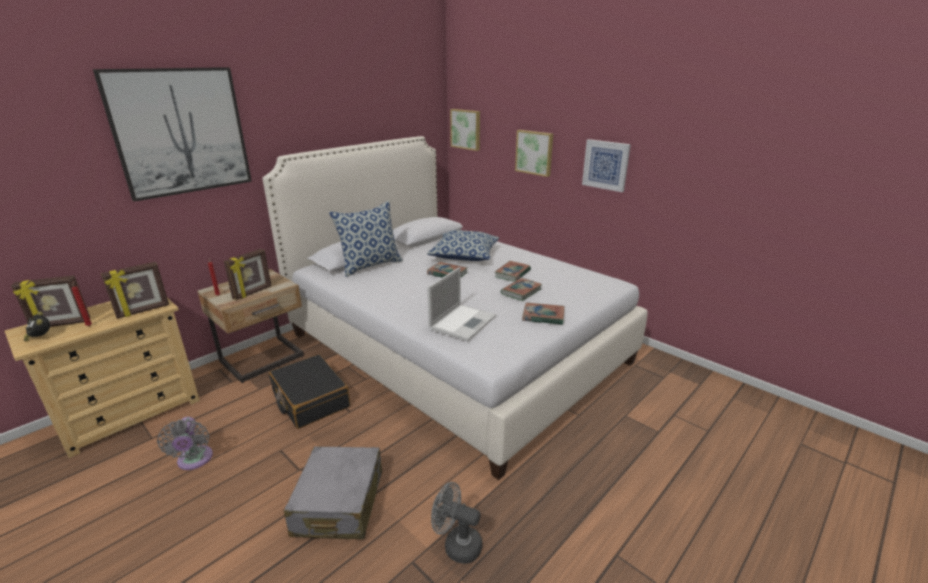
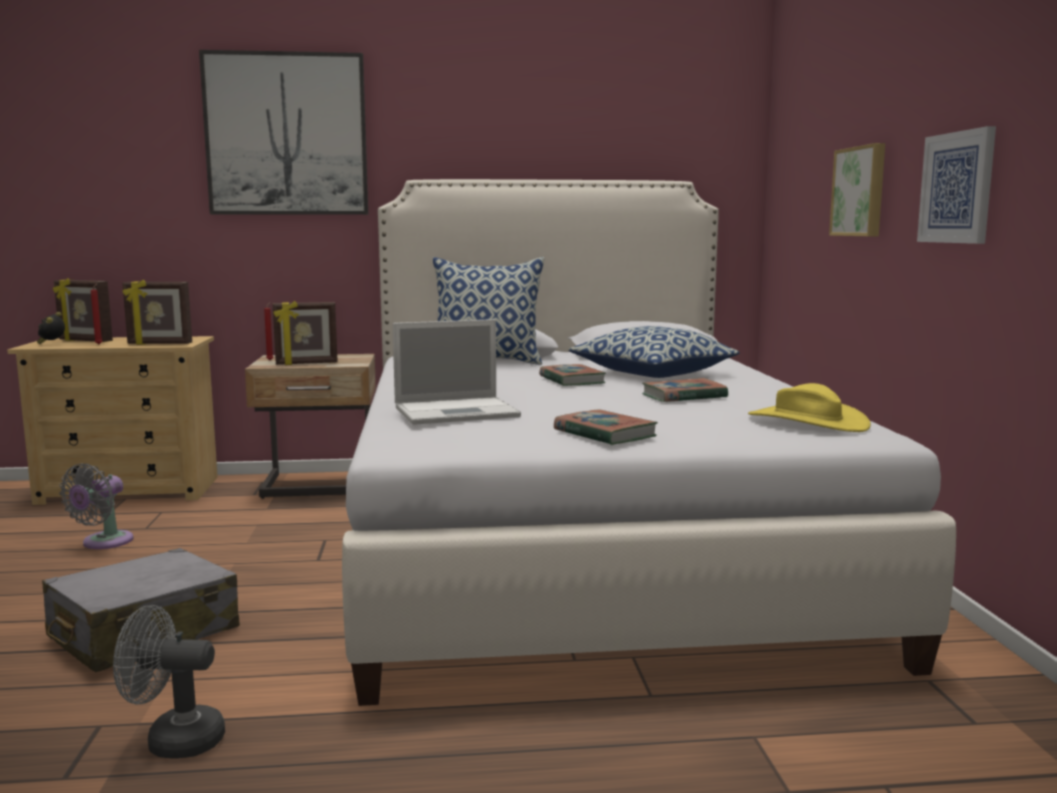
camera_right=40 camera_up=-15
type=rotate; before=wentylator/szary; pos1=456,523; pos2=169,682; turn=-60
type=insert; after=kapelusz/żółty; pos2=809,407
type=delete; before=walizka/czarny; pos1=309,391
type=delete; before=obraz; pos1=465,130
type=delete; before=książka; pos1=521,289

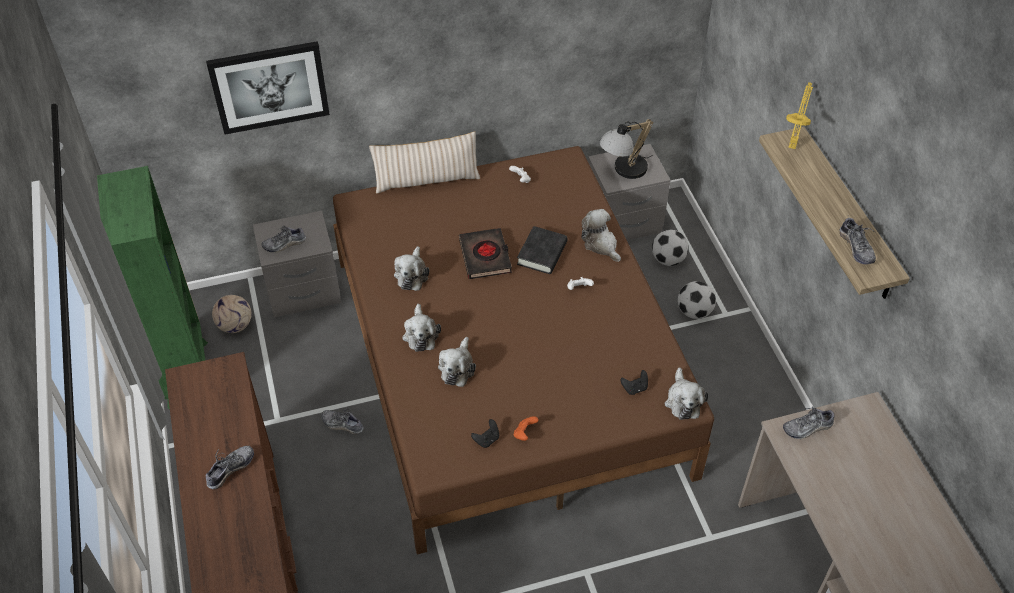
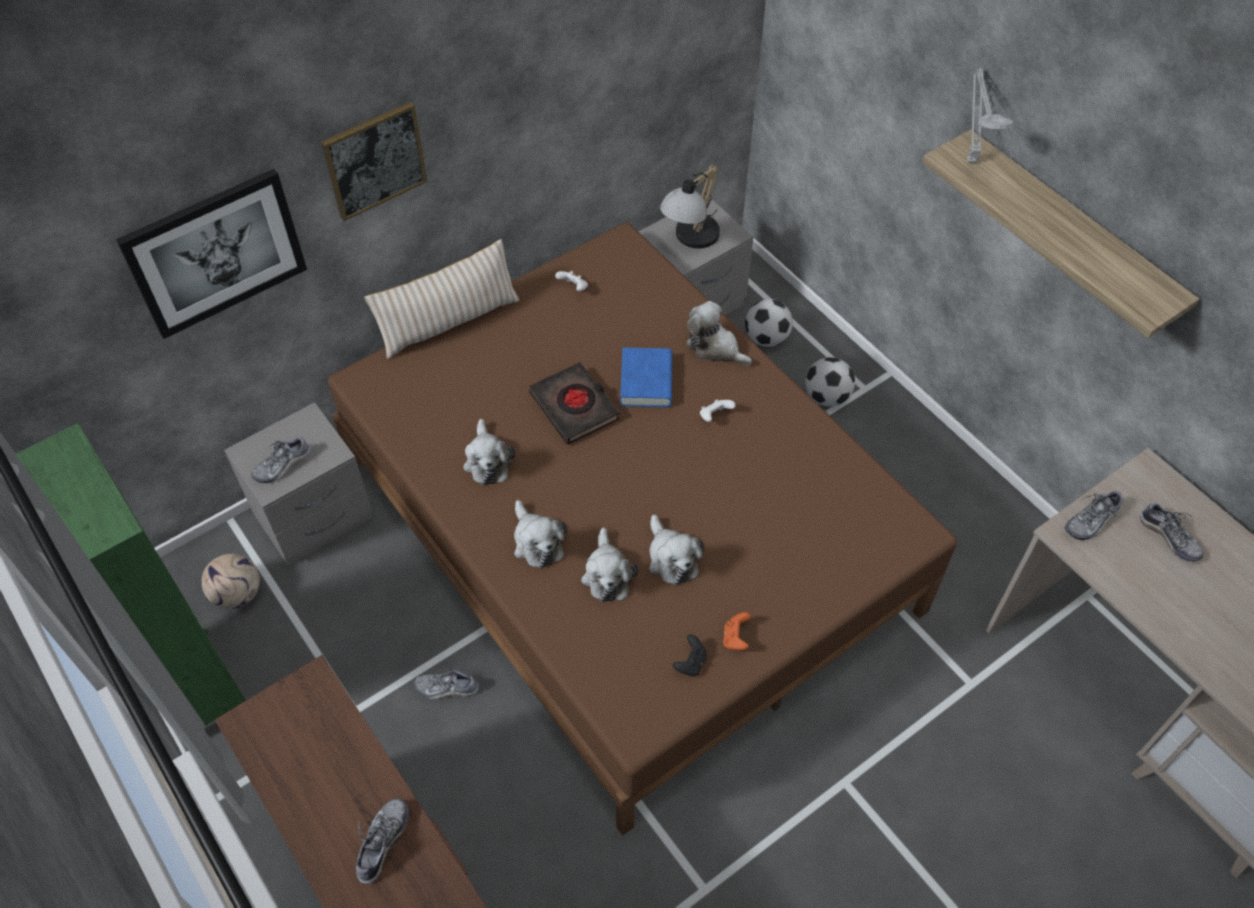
camera_right=-20 camera_up=5
type=insert; after=obraz; pos2=374,161
type=recolor; before=książka/czarny; after=książka/niebieski; pos1=542,250; pos2=646,377
type=move; before=pluszak; pos1=686,394; pos2=676,550
type=recolor; before=lampa stołowa/żółty; after=lampa stołowa/szary; pos1=799,115; pos2=990,115
type=move; before=but; pos1=857,240; pos2=1172,531
type=delete; before=pad do gier/czarny; pos1=634,382

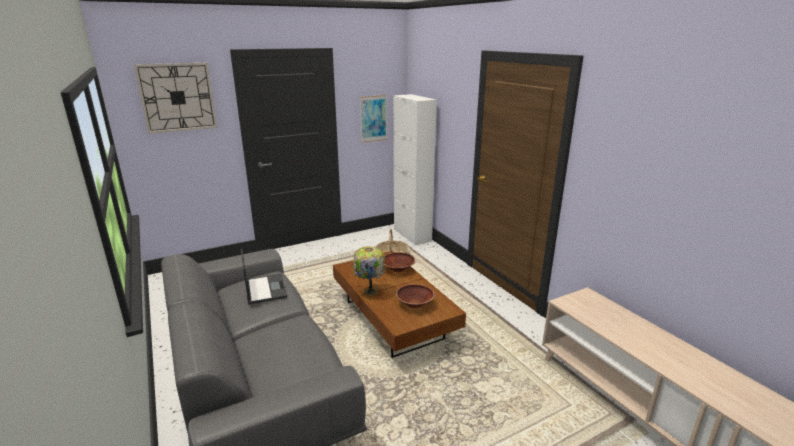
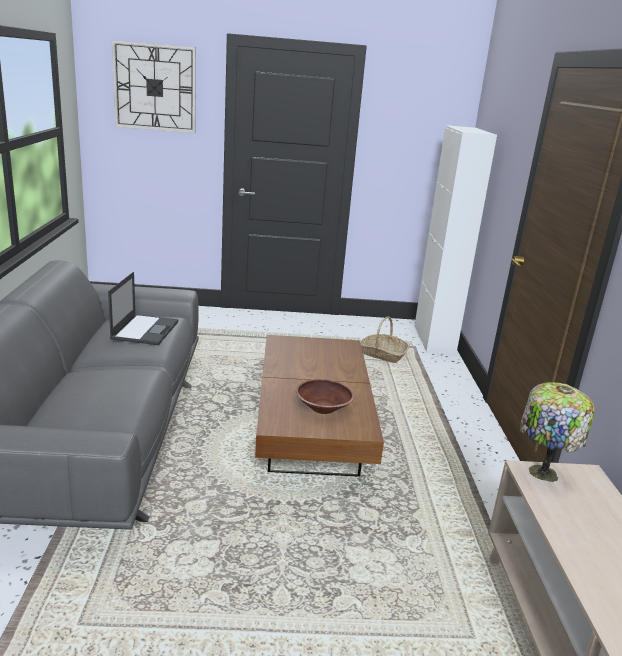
camera_right=25 camera_up=0
type=move; before=lampa stołowa; pos1=369,270; pos2=557,432
type=delete; before=obraz; pos1=373,119
type=delete; before=miska/brązowy; pos1=400,262

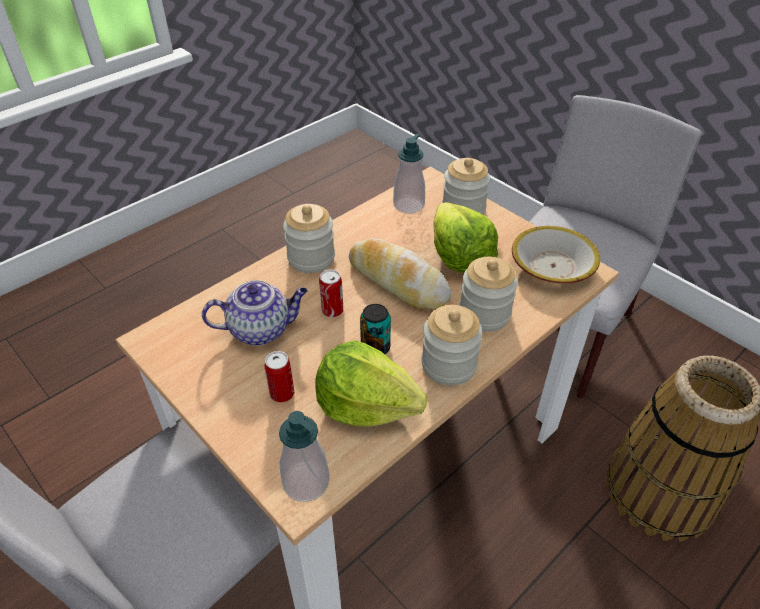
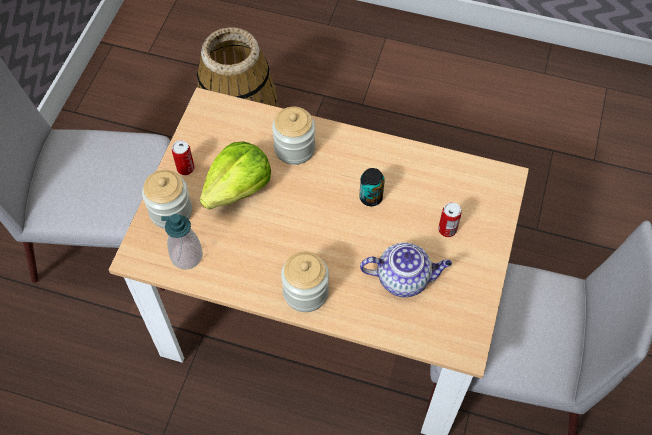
camera_right=-120 camera_up=15
type=move; before=puszka; pos1=331,293; pos2=183,157
type=rotate; before=imbryk; pos1=255,313; pos2=406,269; turn=135
type=delete; before=dozownik mydła; pos1=304,456
type=delete; before=sałata; pos1=371,383
type=delete; before=chleb; pos1=400,274
type=delete; before=słoik; pos1=451,345
type=delete; before=miska; pos1=556,255

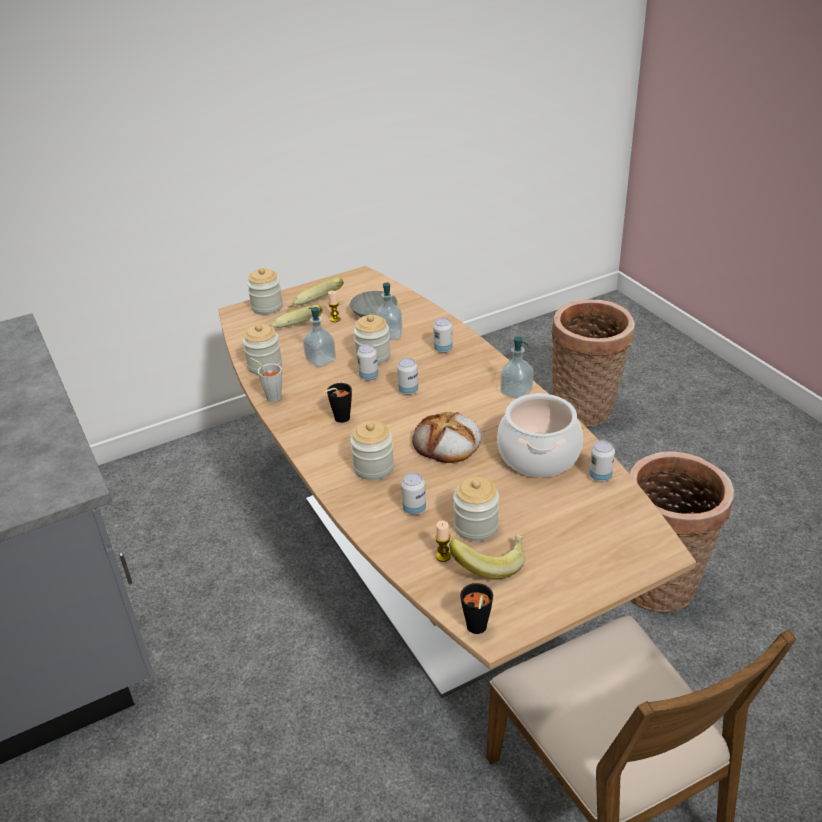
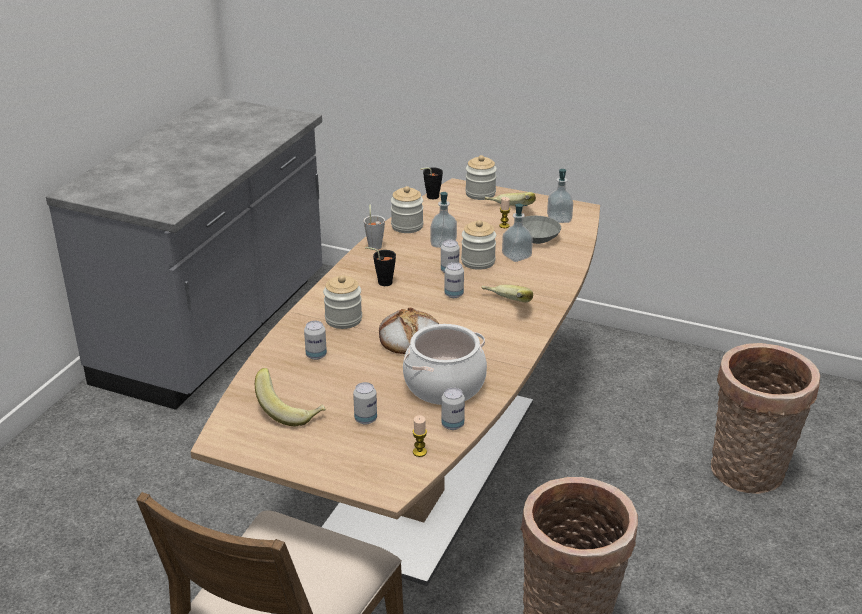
camera_right=50 camera_up=-5
type=move; before=puszka; pos1=443,335; pos2=365,403
type=move; before=świeca; pos1=443,541; pos2=419,436
type=move; before=filiżanka/czarny; pos1=476,608; pos2=431,183
type=move; before=banan; pos1=296,316; pos2=507,294
type=move; before=dozownik mydła; pos1=517,368; pos2=560,196
type=delete; before=słoik; pos1=476,509

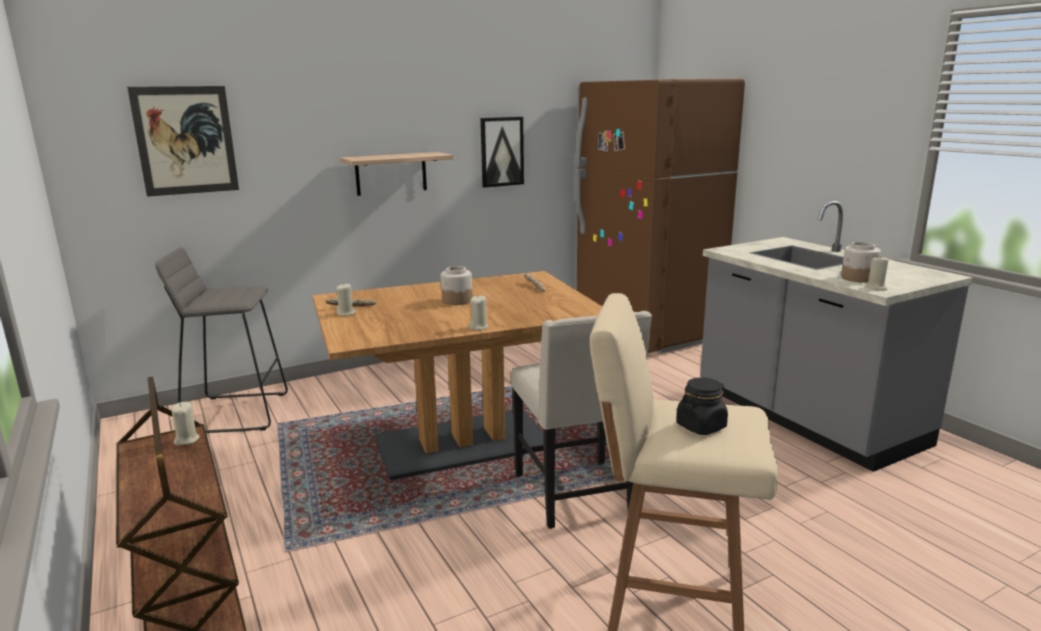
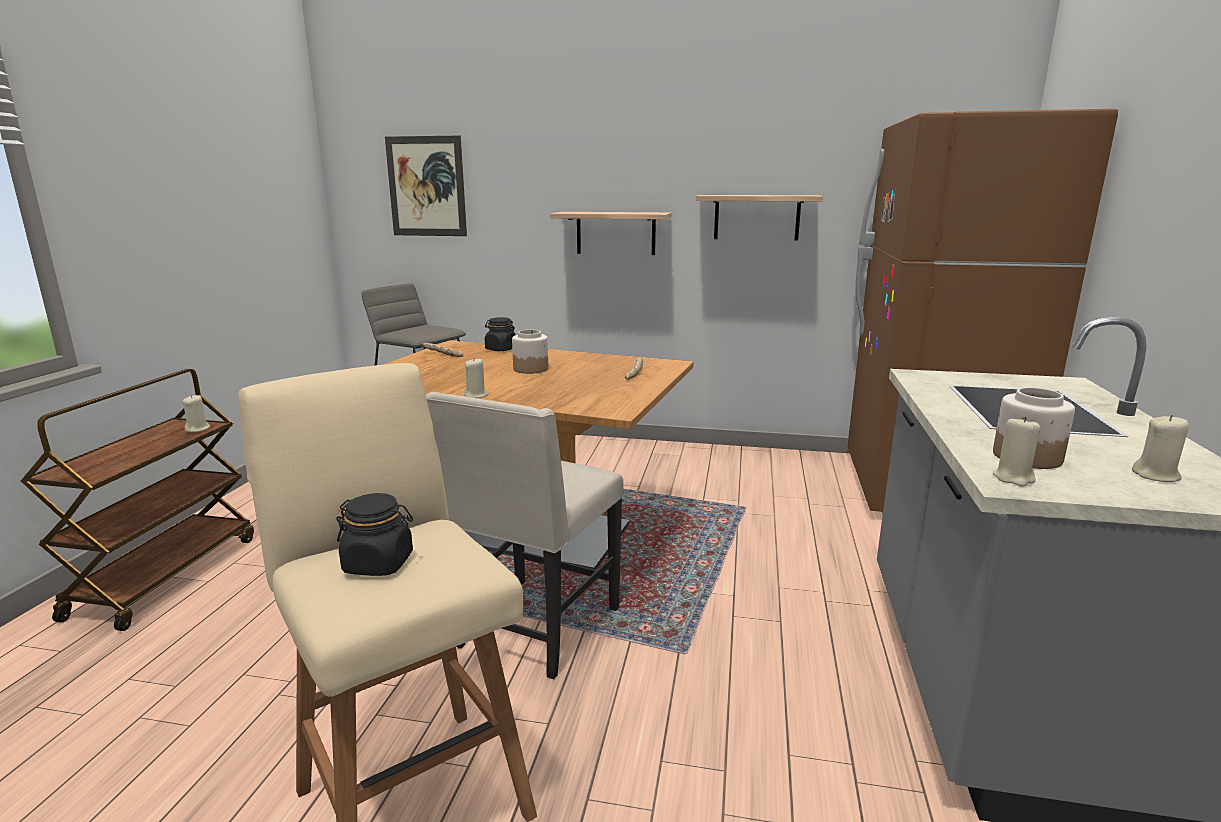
camera_right=40 camera_up=0
type=insert; after=słoik/czarny; pos2=500,334
type=replace; before=obraz; after=półka; pos1=502,152; pos2=759,217
type=move; before=świeca/beżowy; pos1=346,299; pos2=1160,448

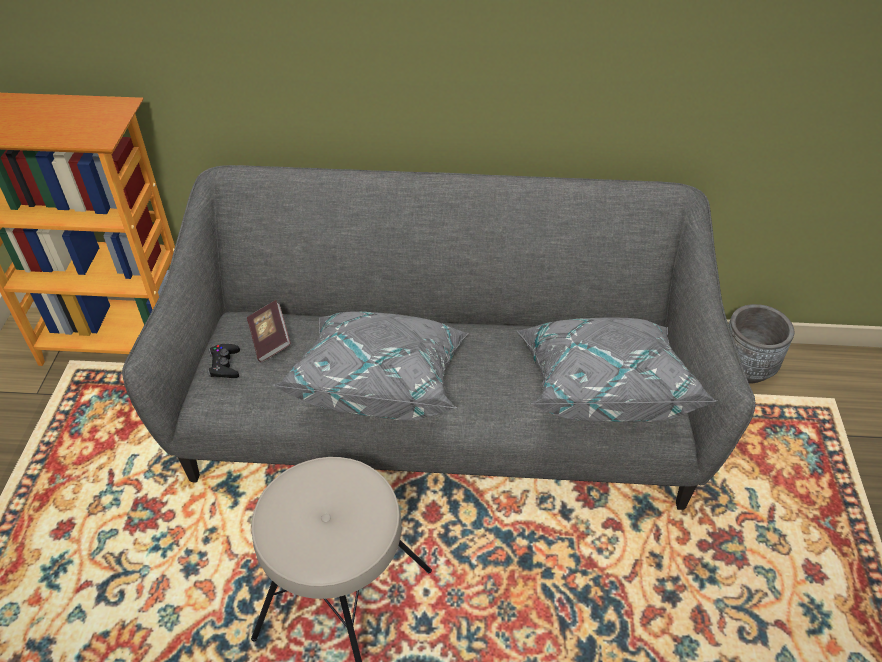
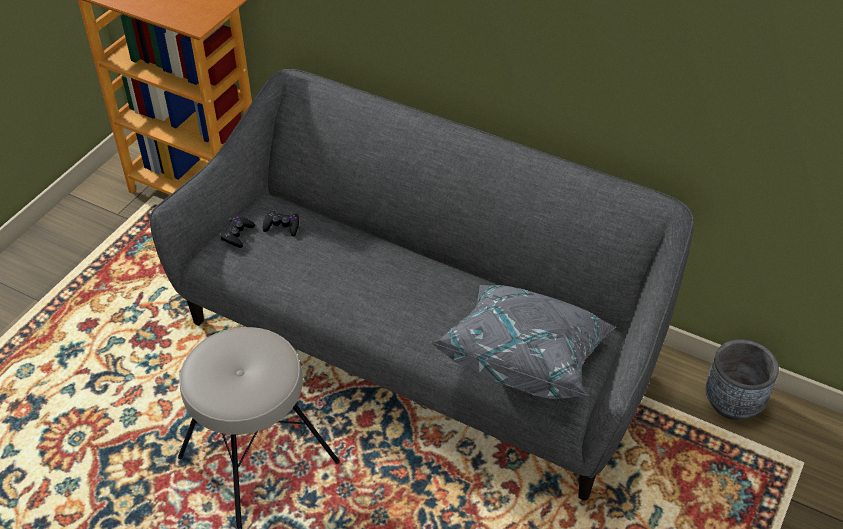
camera_right=25 camera_up=0
type=replace; before=książka; after=pad do gier/czarny; pos1=269,331; pos2=281,223
type=delete; before=poduszka/szary; pos1=371,365

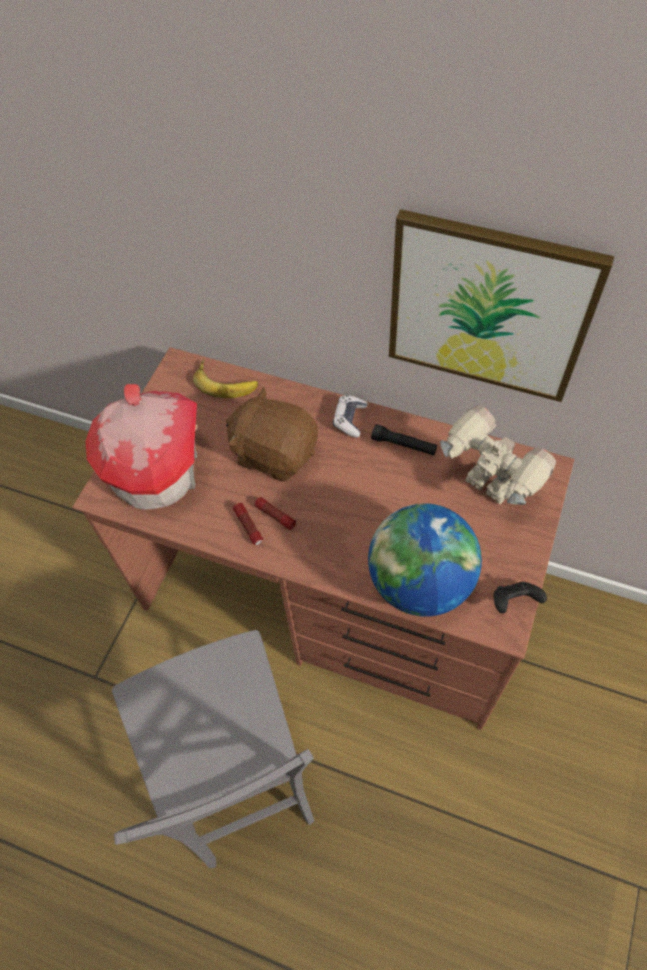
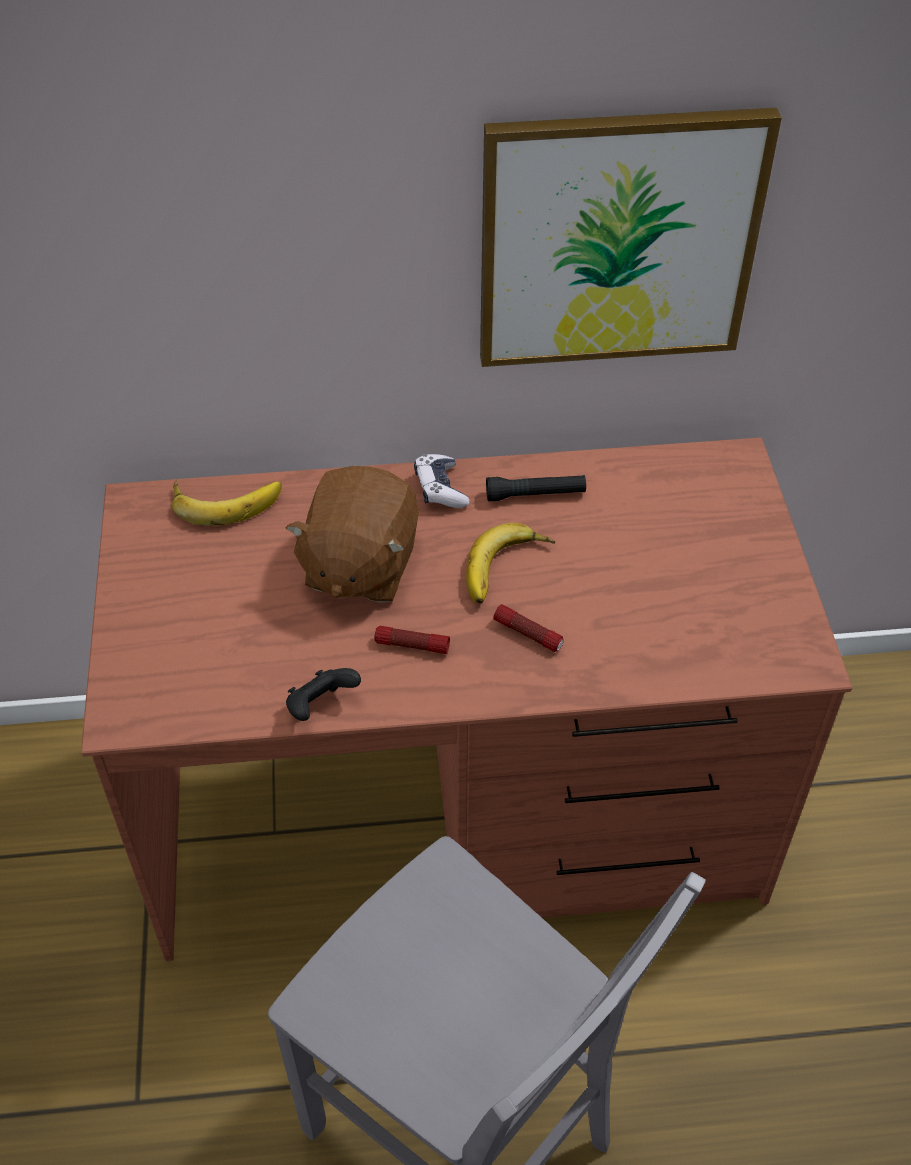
camera_right=-30 camera_up=-10
type=rotate; before=pluszak/brązowy; pos1=272,434; pos2=352,534; turn=-75
type=move; before=pad do gier/czarny; pos1=520,597; pos2=323,694
type=insert; after=banan; pos2=510,563
type=move; before=latarka; pos1=248,524; pos2=528,628
type=delete; before=domek; pos1=141,447
type=delete; before=globus; pos1=425,560
type=delete; before=robot zabawkowy; pos1=498,455

